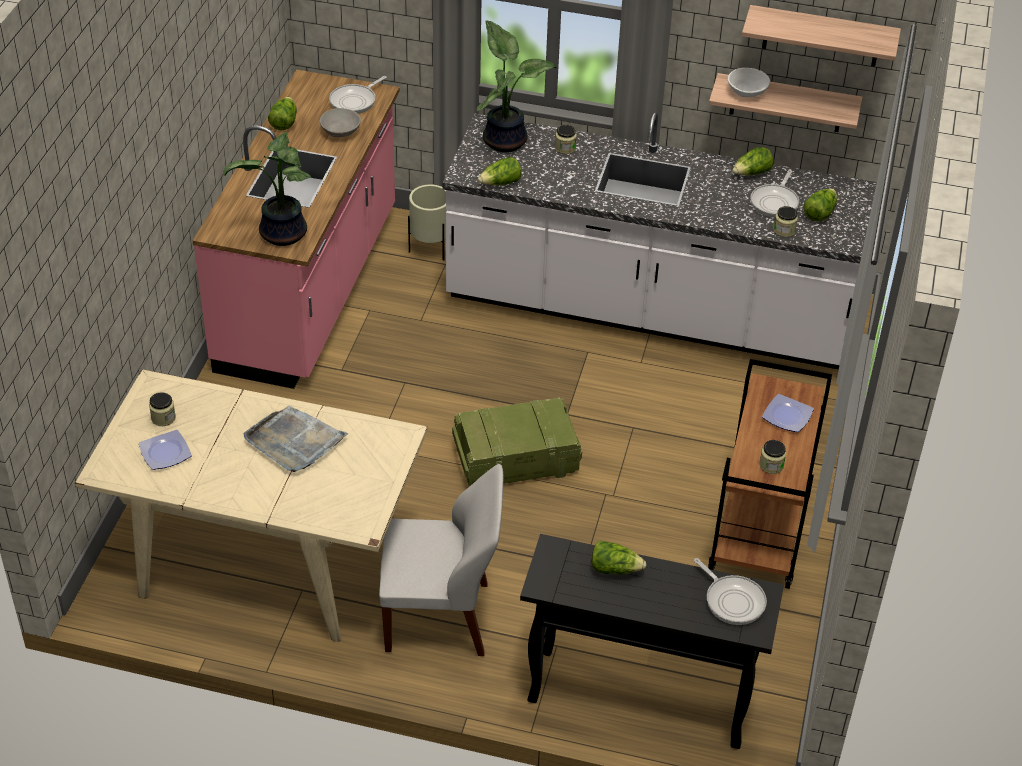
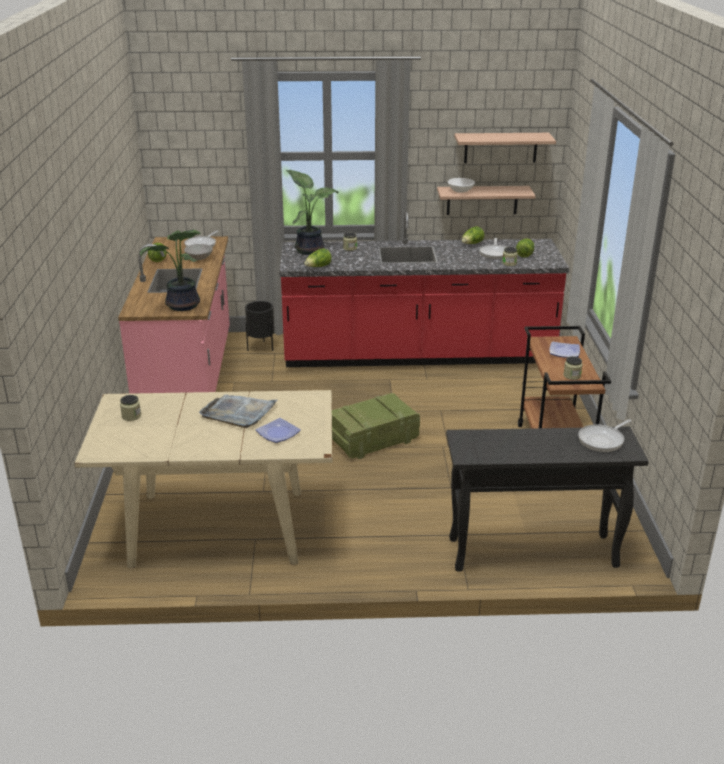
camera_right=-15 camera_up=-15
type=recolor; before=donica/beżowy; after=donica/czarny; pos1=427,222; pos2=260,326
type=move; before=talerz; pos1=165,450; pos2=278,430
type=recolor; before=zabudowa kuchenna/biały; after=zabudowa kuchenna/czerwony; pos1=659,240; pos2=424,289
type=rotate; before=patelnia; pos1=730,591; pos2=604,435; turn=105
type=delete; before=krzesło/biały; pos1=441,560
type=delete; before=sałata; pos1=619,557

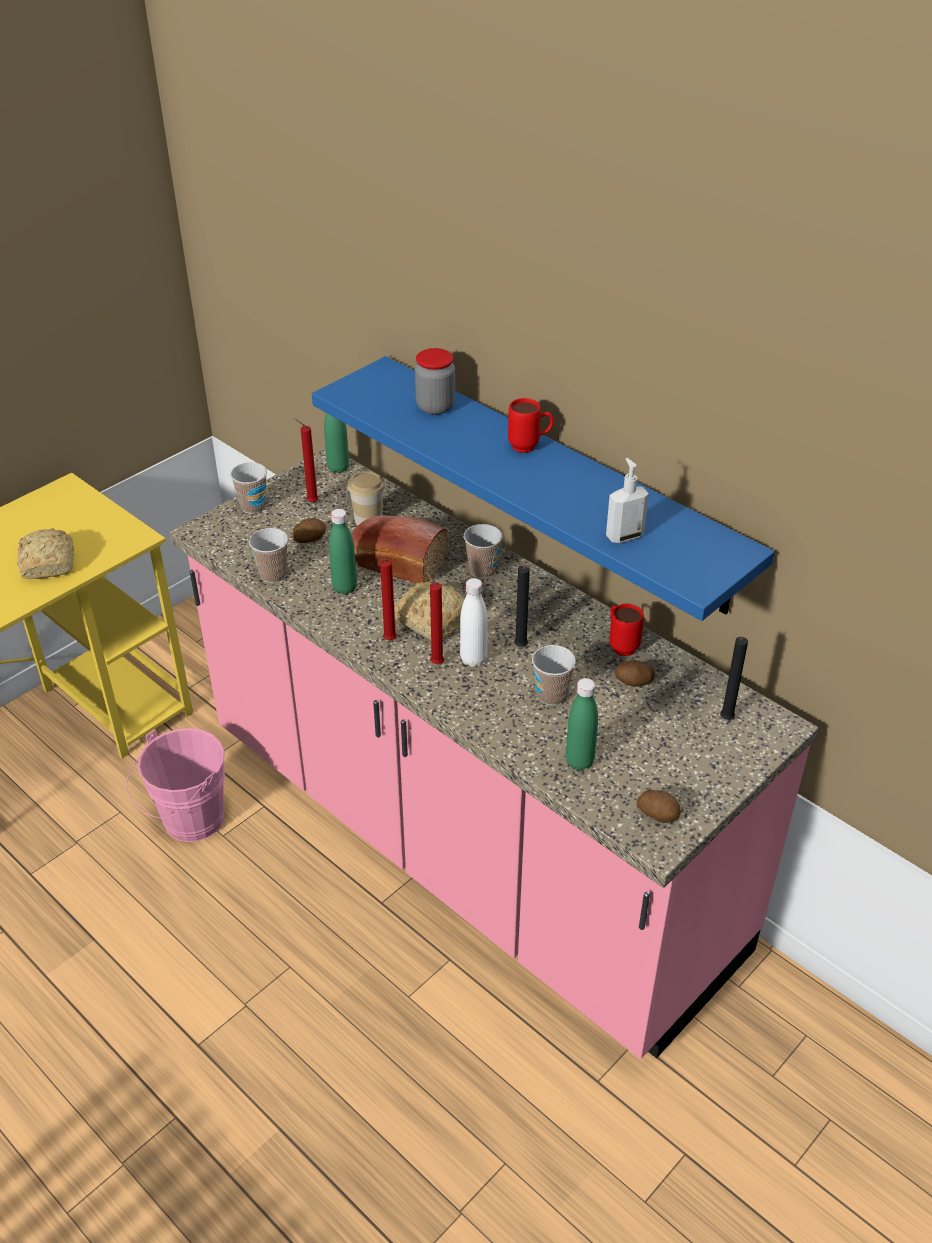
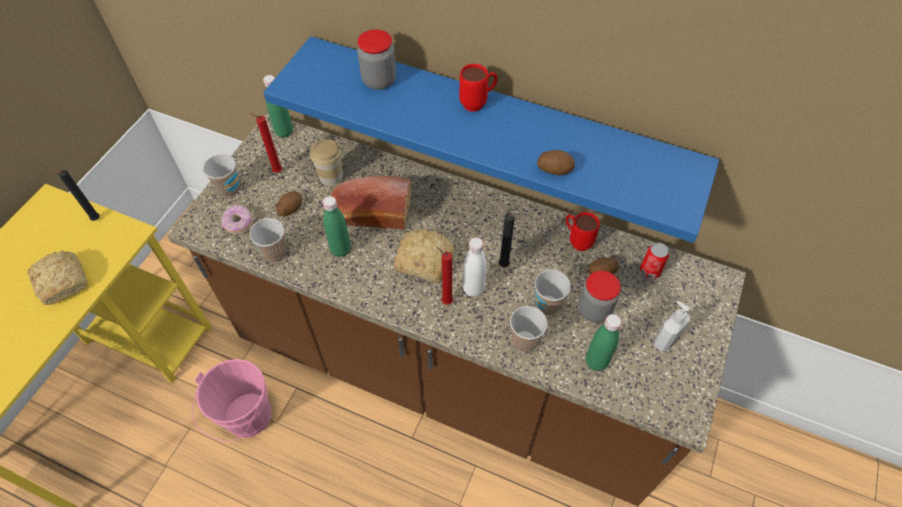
camera_right=-20 camera_up=15
type=move; before=świeca/czarny; pos1=734,678; pos2=77,195
type=recolor; before=zabudowa kuchenna/różowy; after=zabudowa kuchenna/brązowy; pos1=494,753; pos2=456,309
type=insert; after=donut; pos2=237,219
type=move; before=filiżanka; pos1=483,551; pos2=529,329
type=move; before=ziemniak; pos1=659,806; pos2=556,162
type=insert; after=słoik; pos2=599,297
type=insert; after=puszka; pos2=654,261
type=move; before=dozownik mydła; pos1=627,500; pos2=671,326
type=delete; before=świeca/czerwony; pos1=388,599

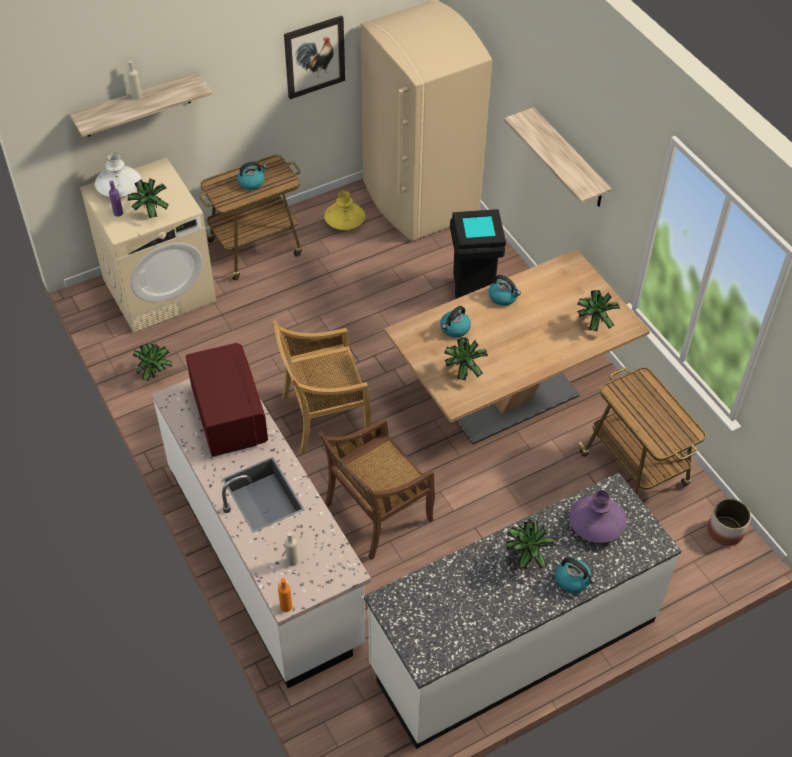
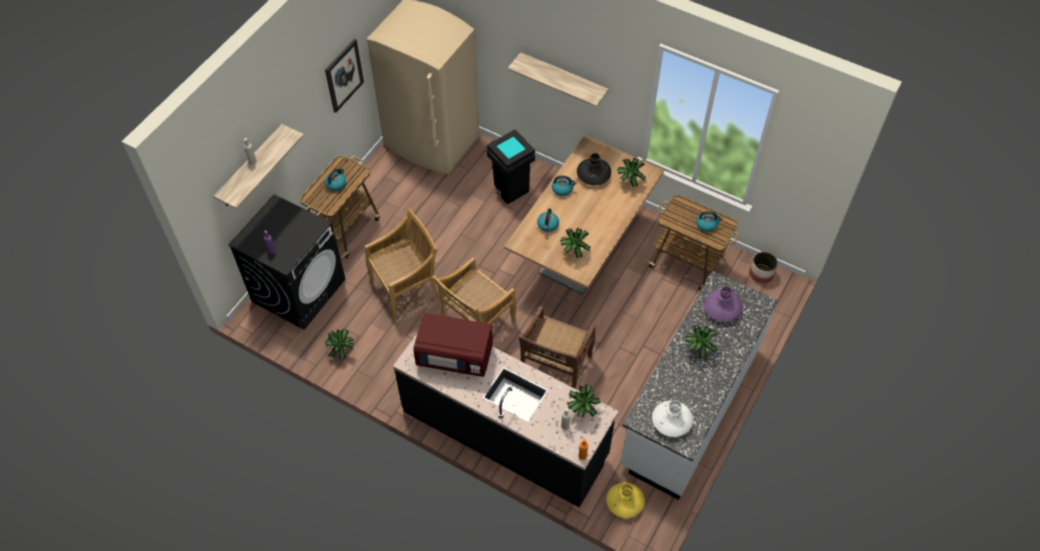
camera_right=-30 camera_up=5
type=recolor; before=pralka/beżowy; after=pralka/czarny; pos1=148,245; pos2=286,262
type=insert; after=krzesło/beżowy; pos2=402,265
type=recolor; before=zabudowa kuchenna/biały; after=zabudowa kuchenna/czarny; pos1=261,533; pos2=506,421
type=rotate; before=mikrofalówka/czerwony; pos1=227,400; pos2=453,345; turn=150
type=move; before=roślina doniczkowa; pos1=148,198; pos2=584,401
type=insert; after=wazon/czarny; pos2=594,169
type=move; before=wazon/żółty; pos1=344,210; pos2=625,500
type=move; before=wazon/biały; pos1=118,175; pos2=672,418
type=move; before=czajnik; pos1=575,575; pos2=709,221

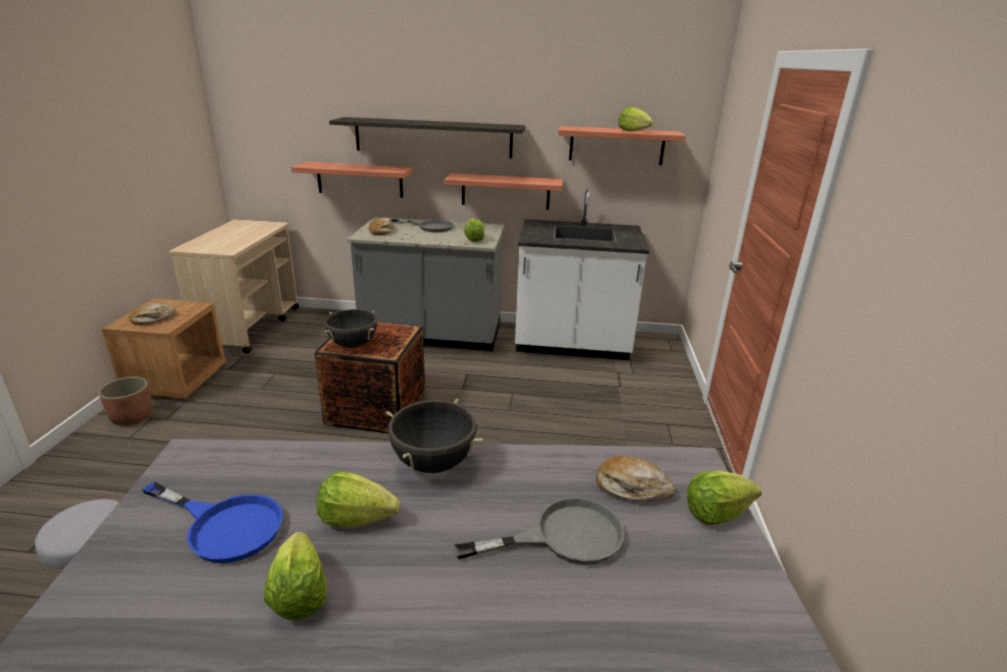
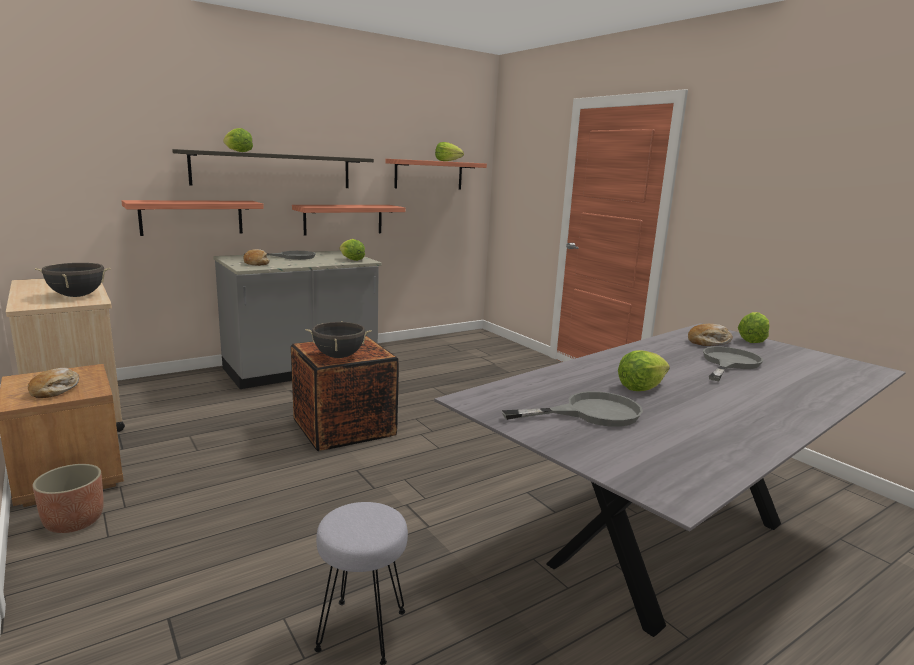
camera_right=-40 camera_up=-10
type=move; before=garnek/czarny; pos1=434,435; pos2=73,280
type=move; before=sałata; pos1=295,576; pos2=238,140
type=recolor; before=patelnia/niebieski; after=patelnia/szary; pos1=212,522; pos2=572,409
type=delete; before=zabudowa kuchenna/biały; pos1=582,274

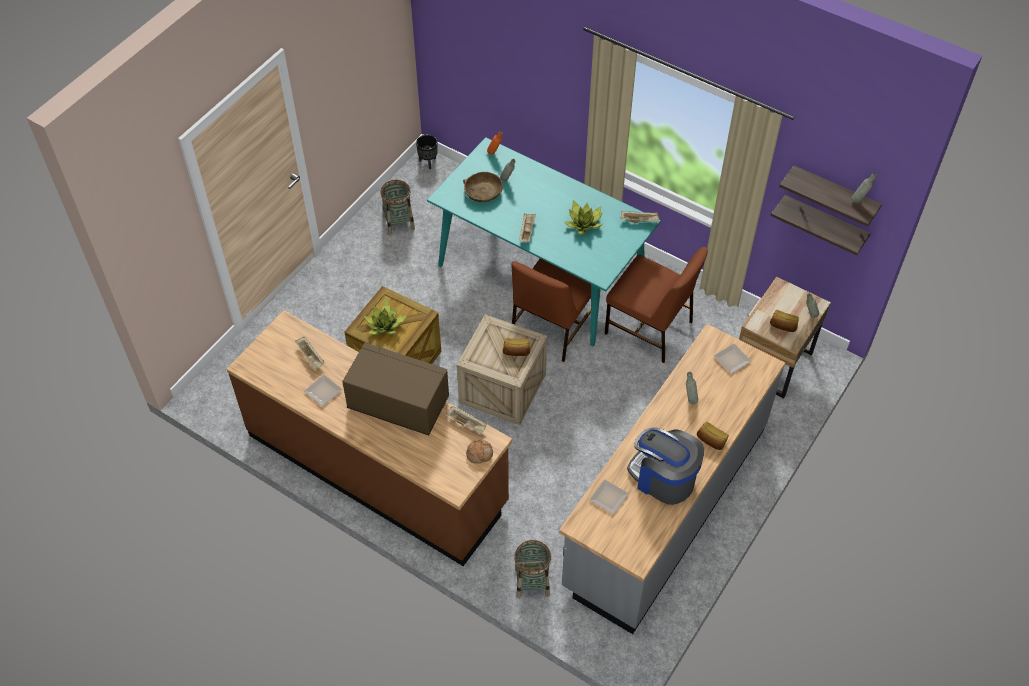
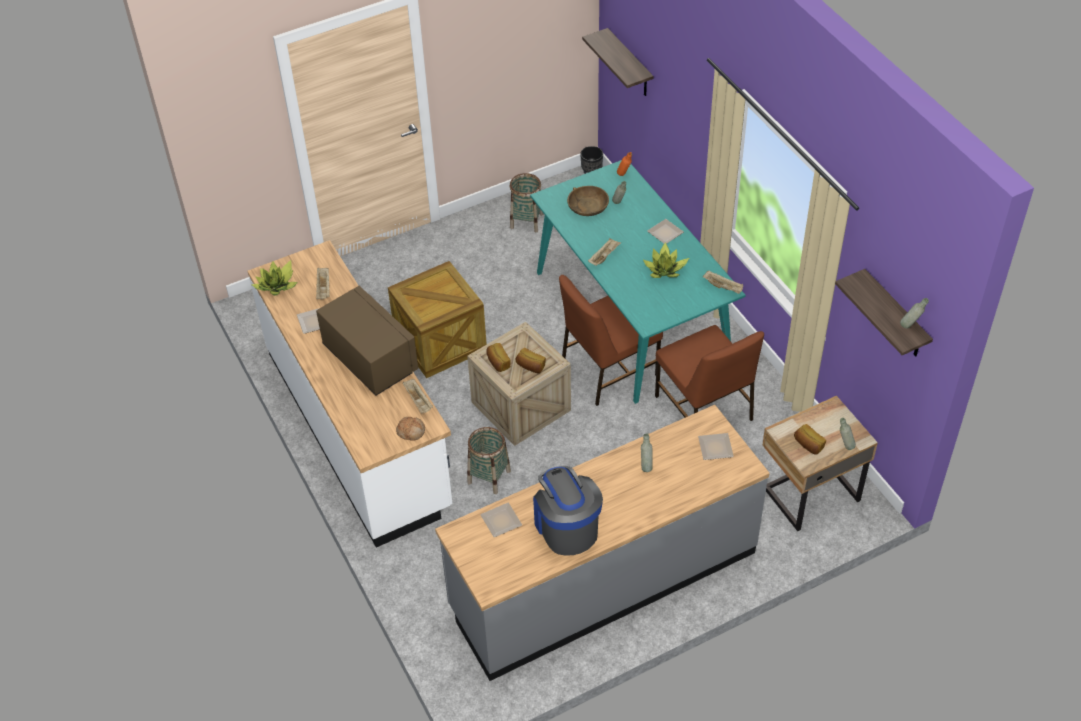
camera_right=30 camera_up=-5
type=recolor; before=zabudowa kuchenna/brązowy; after=zabudowa kuchenna/biały; pos1=369,438; pos2=350,394
type=move; before=roślina doniczkowa; pos1=385,317; pos2=274,277
type=move; before=koszyk; pos1=532,569; pos2=489,460
type=move; before=chleb; pos1=713,436; pos2=498,357
type=move; before=półka; pos1=821,225; pos2=618,62
type=insert; after=talerz; pos2=665,231

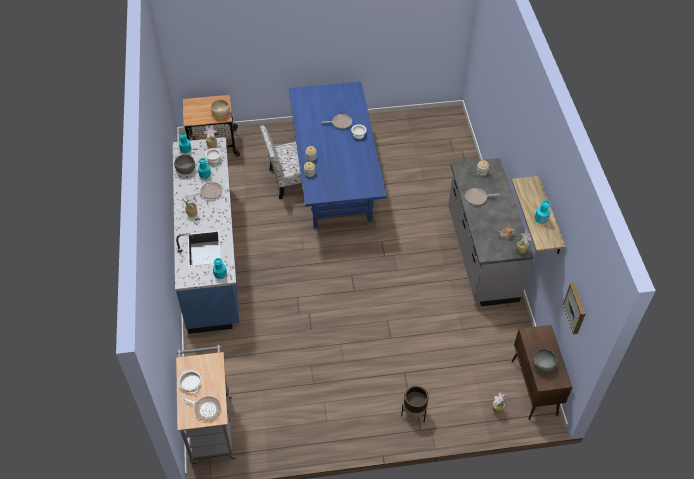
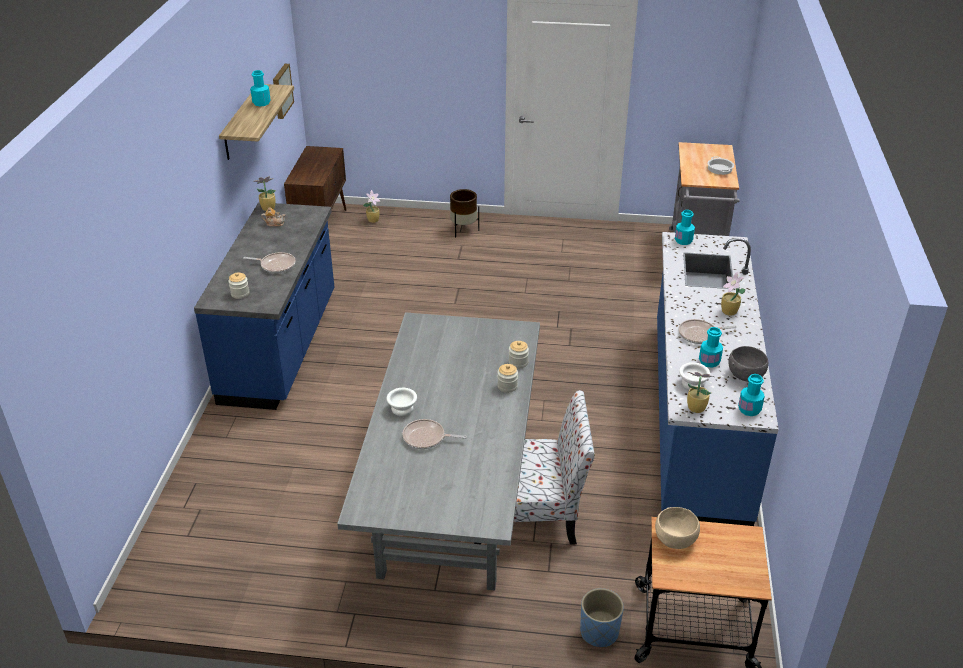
camera_right=-165 camera_up=-15
type=recolor; before=zabudowa kuchenna/szary; after=zabudowa kuchenna/niebieski; pos1=491,232; pos2=264,306
type=recolor; before=stół jadalny/niebieski; after=stół jadalny/szary; pos1=338,154; pos2=438,451
type=insert; after=donica/niebieski; pos2=602,618
type=delete; before=patelnia; pos1=202,408
type=delete; before=miska/szary; pos1=545,361

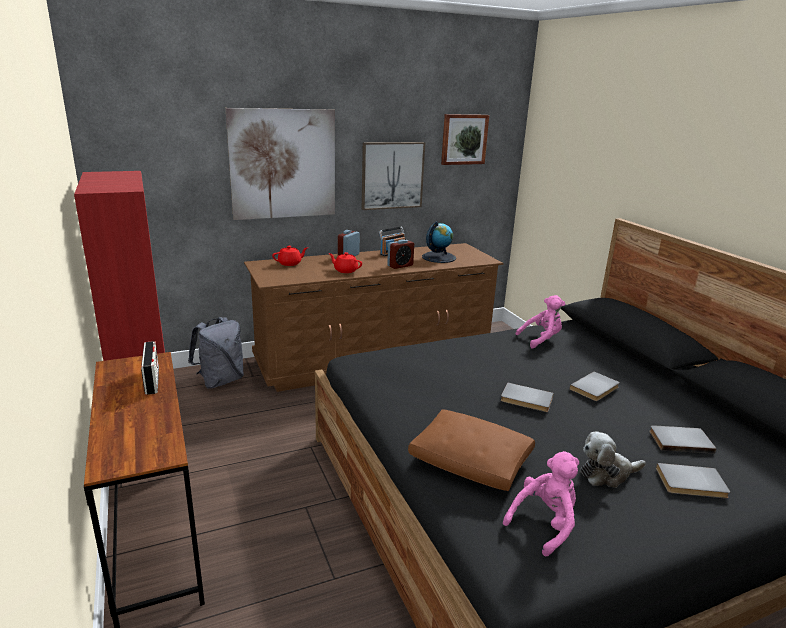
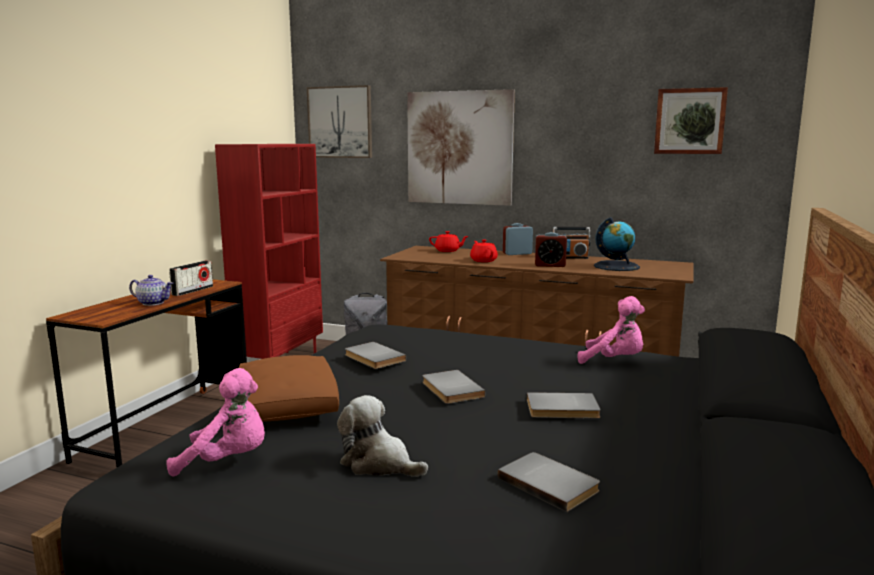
camera_right=45 camera_up=-10
type=insert; after=imbryk; pos2=151,290
type=move; before=obraz; pos1=393,176; pos2=339,121
type=move; before=książka/szary; pos1=693,481; pos2=375,355

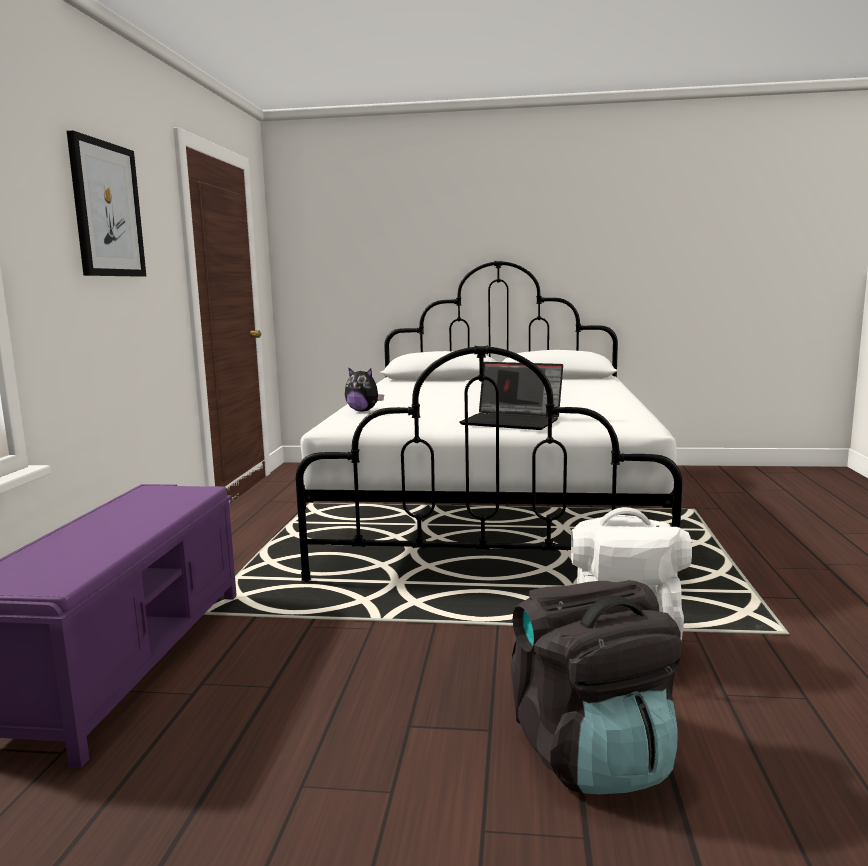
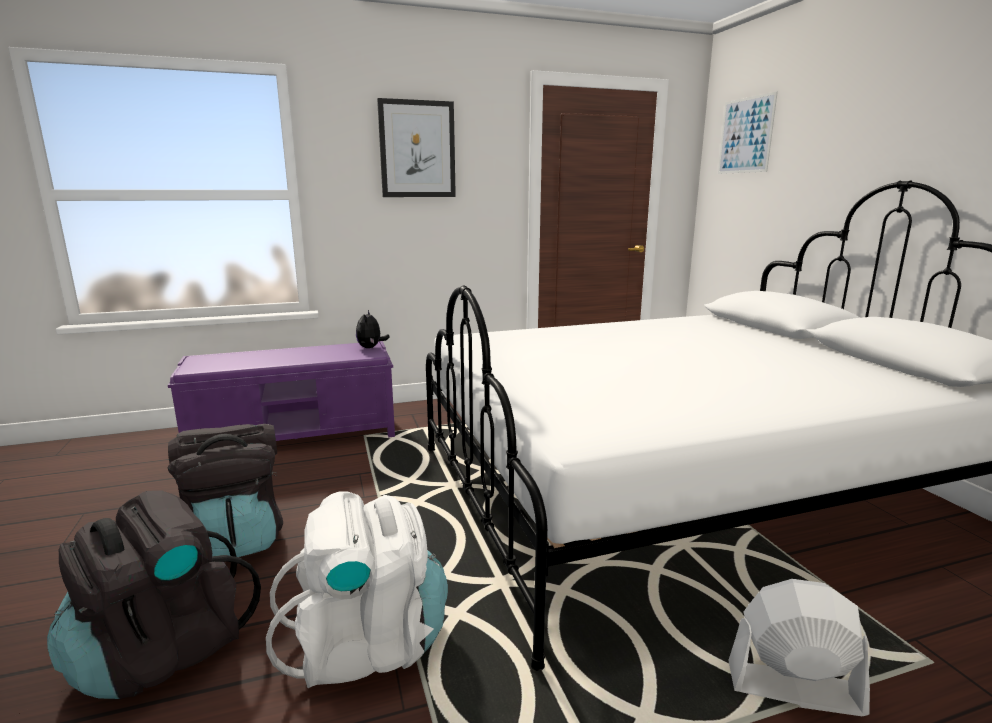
camera_right=65 camera_up=5
type=insert; after=plecak/czarny; pos2=225,490
type=move; before=pluszak; pos1=364,389; pos2=373,329
type=insert; after=obraz; pos2=748,132
type=insert; after=wentylator/biały; pos2=799,647
type=delete; before=laptop; pos1=511,396

